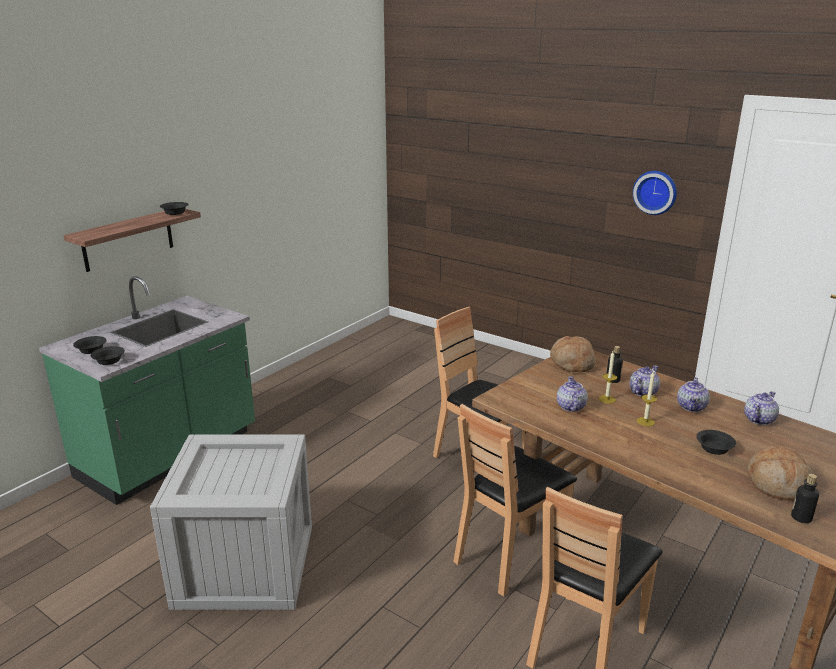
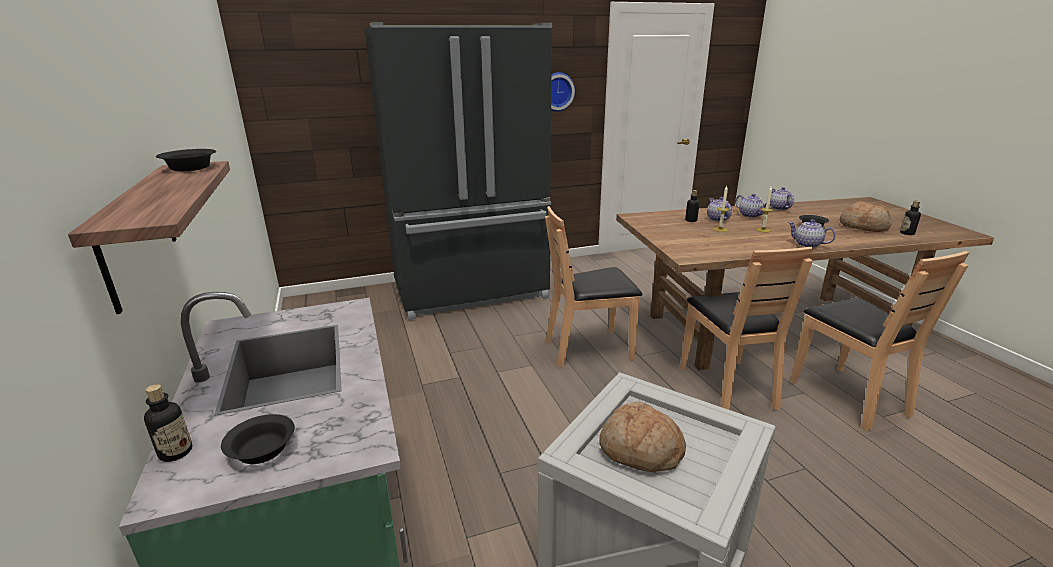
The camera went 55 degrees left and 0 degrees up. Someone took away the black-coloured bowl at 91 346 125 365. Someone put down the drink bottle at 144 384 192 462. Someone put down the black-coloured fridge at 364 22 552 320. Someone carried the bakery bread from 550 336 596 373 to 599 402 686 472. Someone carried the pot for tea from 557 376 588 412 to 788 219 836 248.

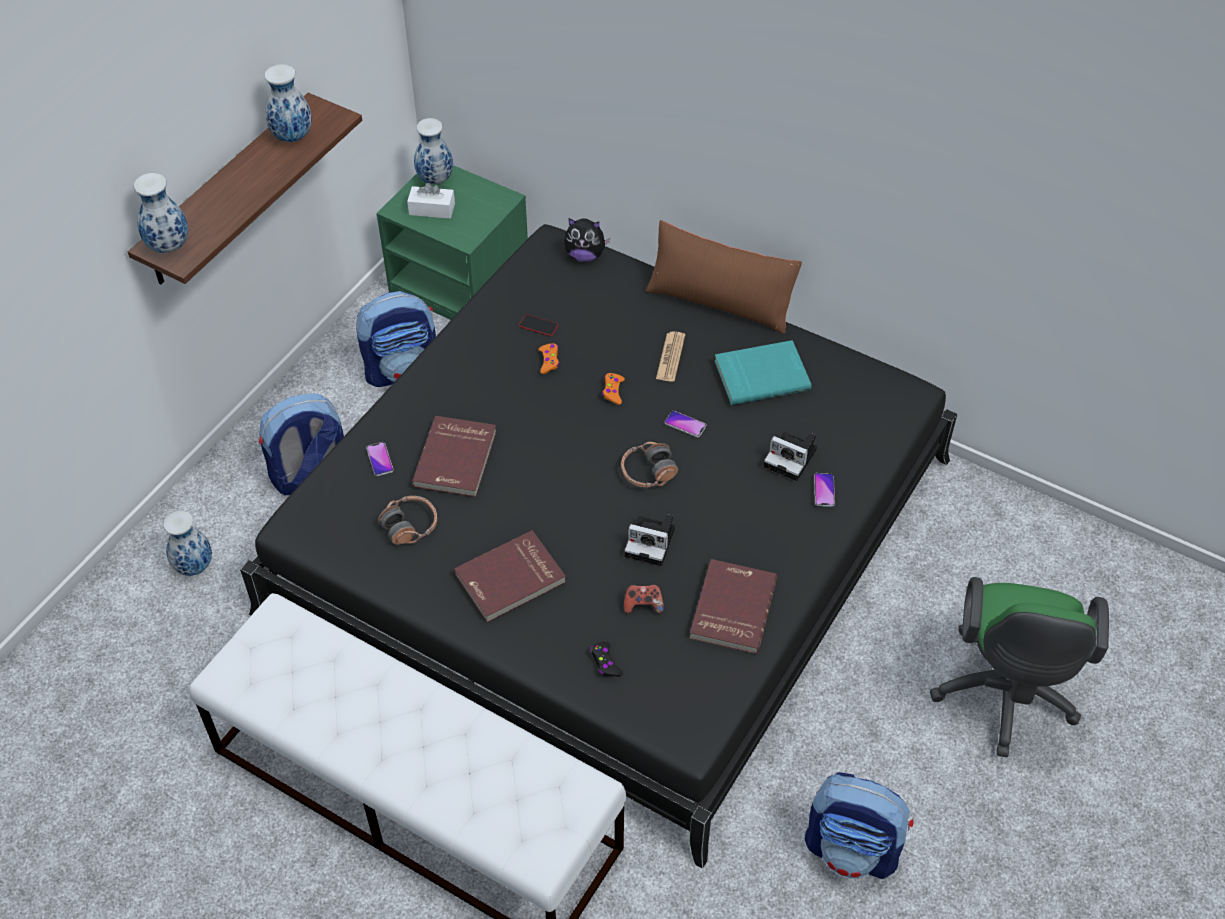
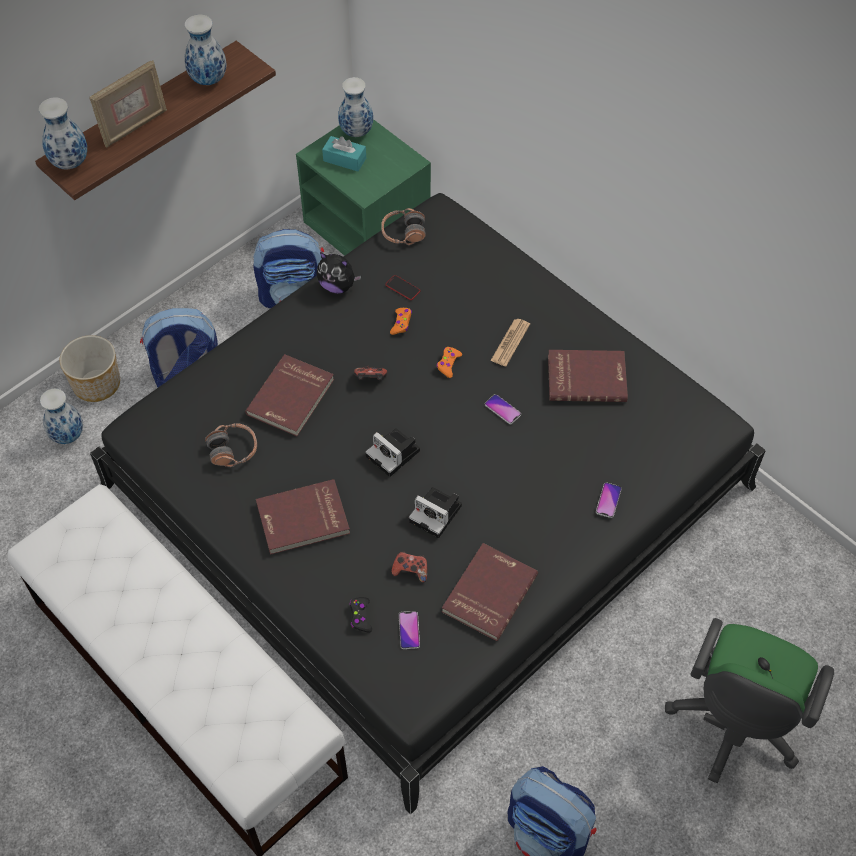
The camera went 15 degrees right and 5 degrees up. Someone took away the brown pillow at 646 220 802 334. Someone put down the plant pot at 59 335 120 402. Someone put down the picture frame at 89 61 167 148. Someone put down the joypad at 354 365 387 380. Someone carried the telephone from 366 442 394 476 to 399 611 420 649. Someone carried the plush toy from 564 218 610 262 to 317 252 361 294. Someone carried the headphones from 621 442 678 488 to 381 208 426 245. Someone carried the still camera from 764 432 817 481 to 365 428 420 477. Someone repainted the white-coloured tissue holder at 407 183 455 219, which became the turquoise-coloured tissue holder at 322 136 366 171. Someone repainted the turquoise-coloured book at 715 340 812 405, which became the reddish book at 548 350 628 402.

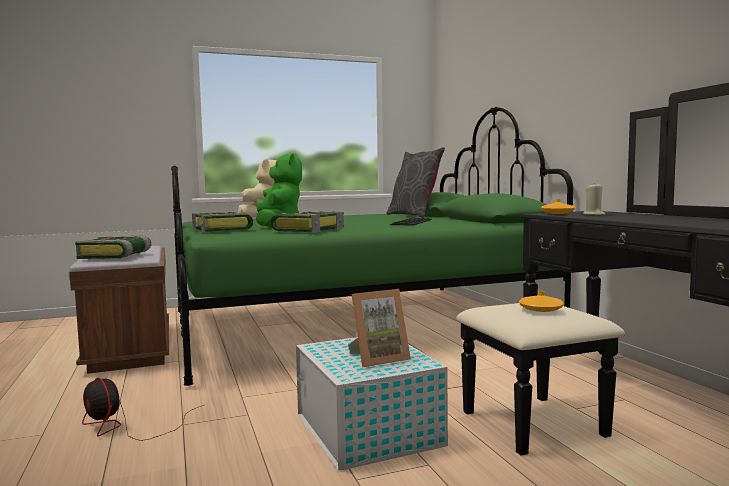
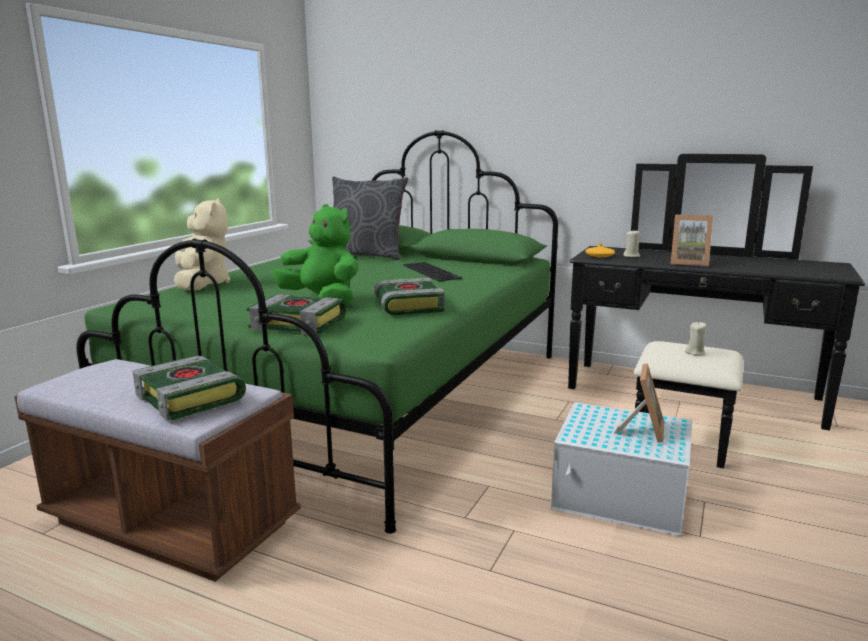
The camera went 45 degrees left and 10 degrees up. Someone took away the cooling fan at 82 378 204 441. Someone put down the picture frame at 671 214 713 266. Someone swapped the orange decorative vase at 519 291 564 312 for the beige wax candle at 685 322 707 355.

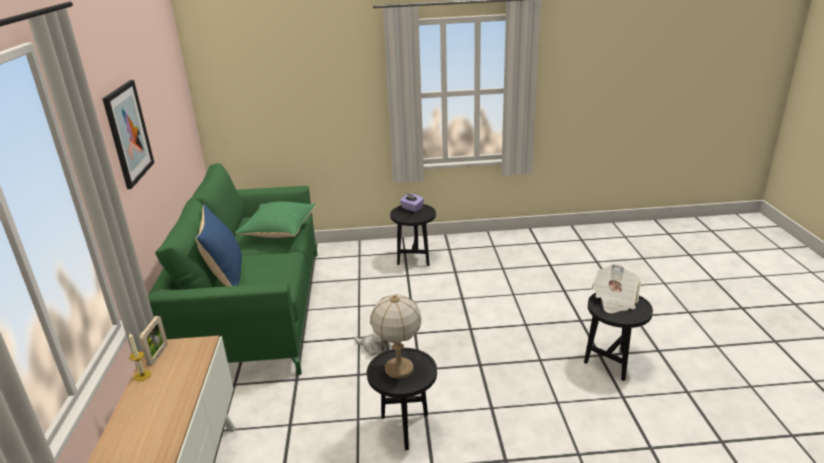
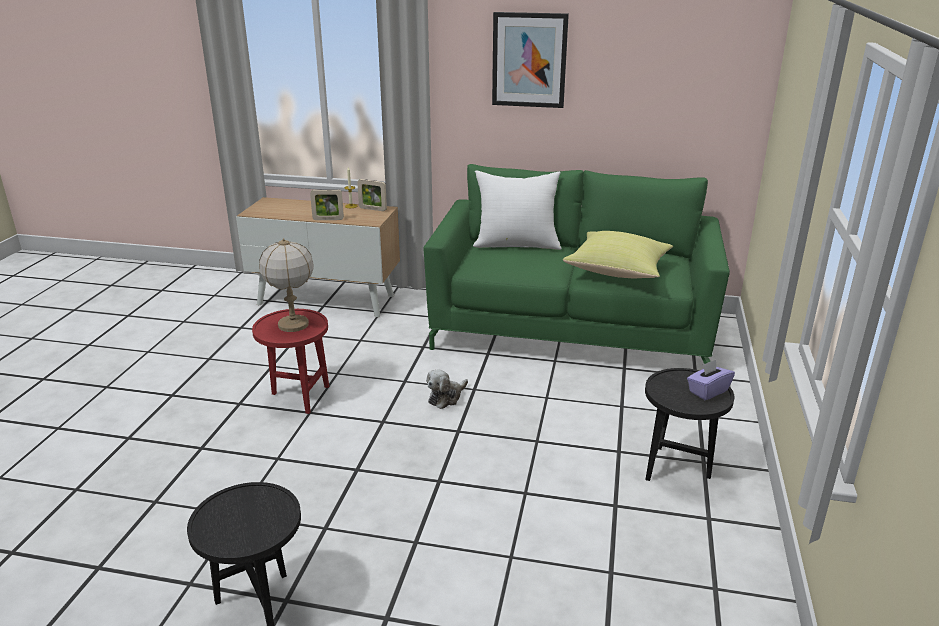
The camera went 105 degrees right and 0 degrees up. Someone took away the daily paper at 592 264 641 313. Someone put down the picture frame at 310 189 344 220. Someone repainted the blue pillow at 196 204 242 286, which became the white-coloured pillow at 473 170 562 250. Someone repainted the greenish pillow at 235 201 316 238, which became the yellow-coloured pillow at 563 231 673 278. Someone repainted the black-coloured side table at 367 348 437 450, which became the reddish side table at 252 309 329 414.

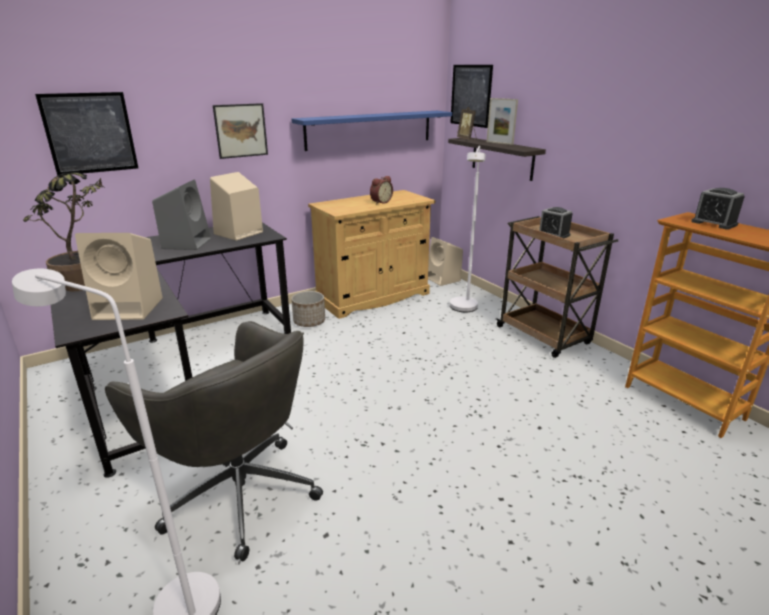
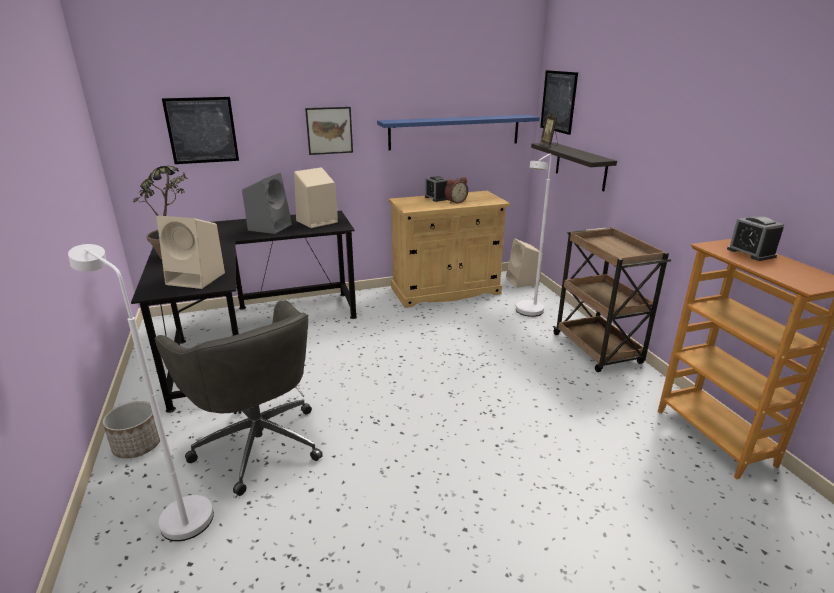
The camera went 15 degrees right and 0 degrees up. Someone took away the picture frame at 486 98 518 145. Someone carried the plant pot from 291 291 325 327 to 103 401 160 459. Someone carried the table clock from 539 207 573 238 to 425 176 448 202.

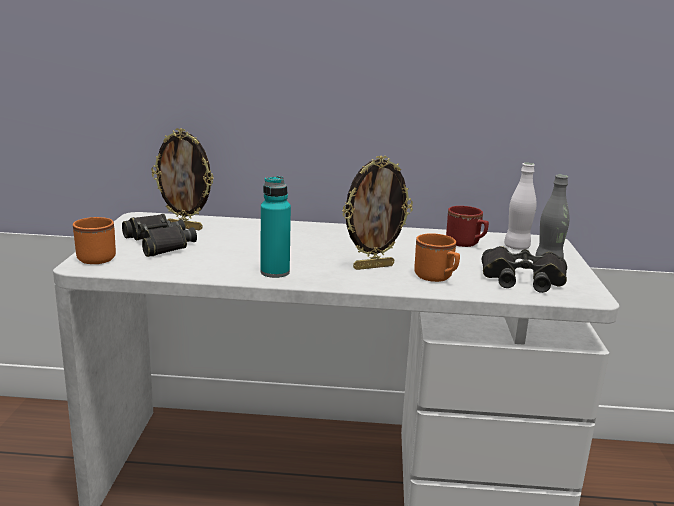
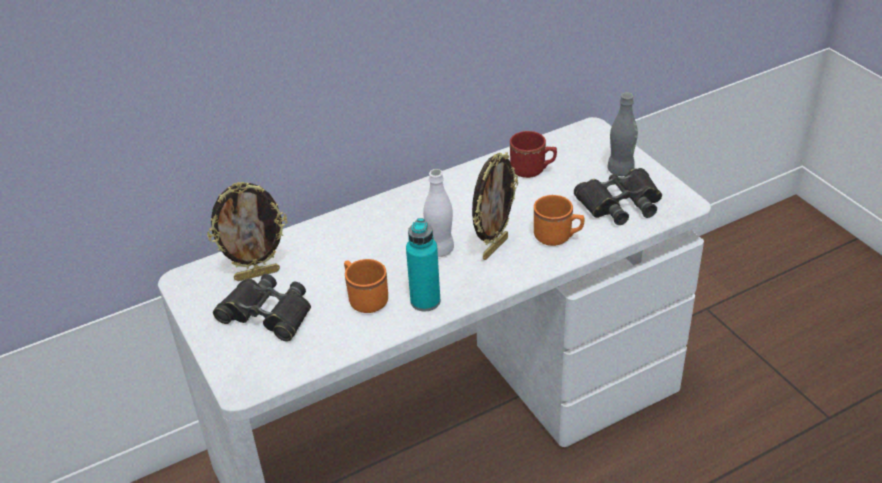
The camera went 30 degrees left and 20 degrees up. Someone carried the orange mug from 73 217 116 264 to 344 259 388 313. Someone carried the white-coloured drink bottle from 504 163 536 250 to 423 169 454 257.

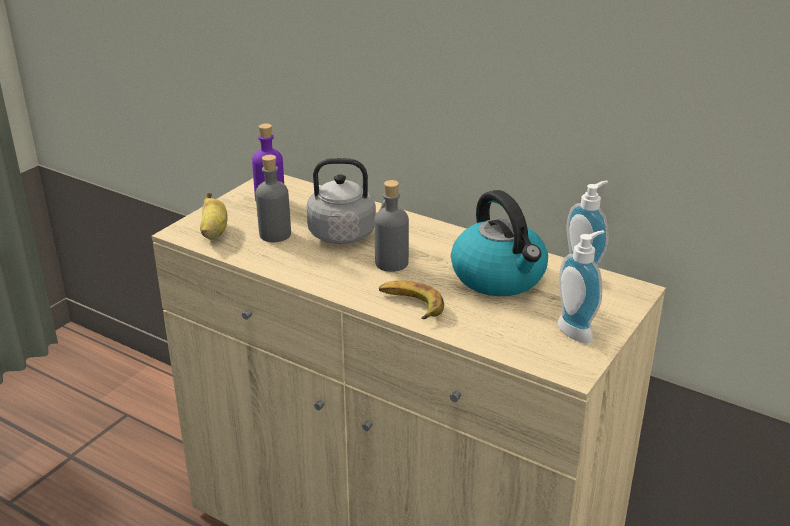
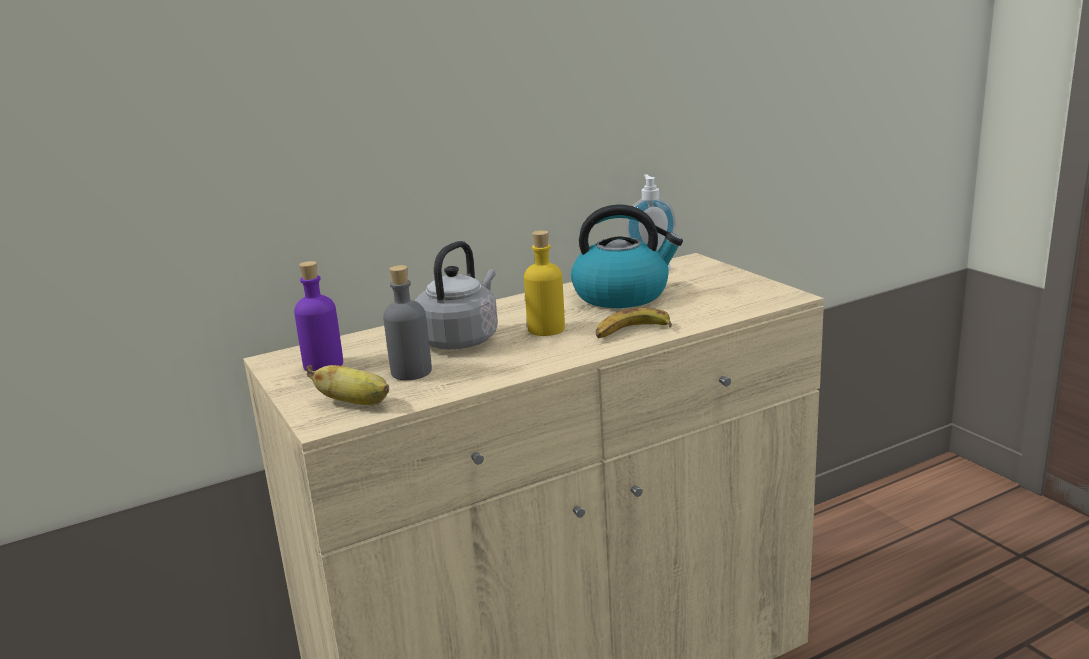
The camera went 60 degrees left and 10 degrees down. Someone took away the soap bottle at 557 230 605 343. Someone repainted the gray drink bottle at 374 180 409 272, which became the yellow-coloured drink bottle at 524 230 565 336.

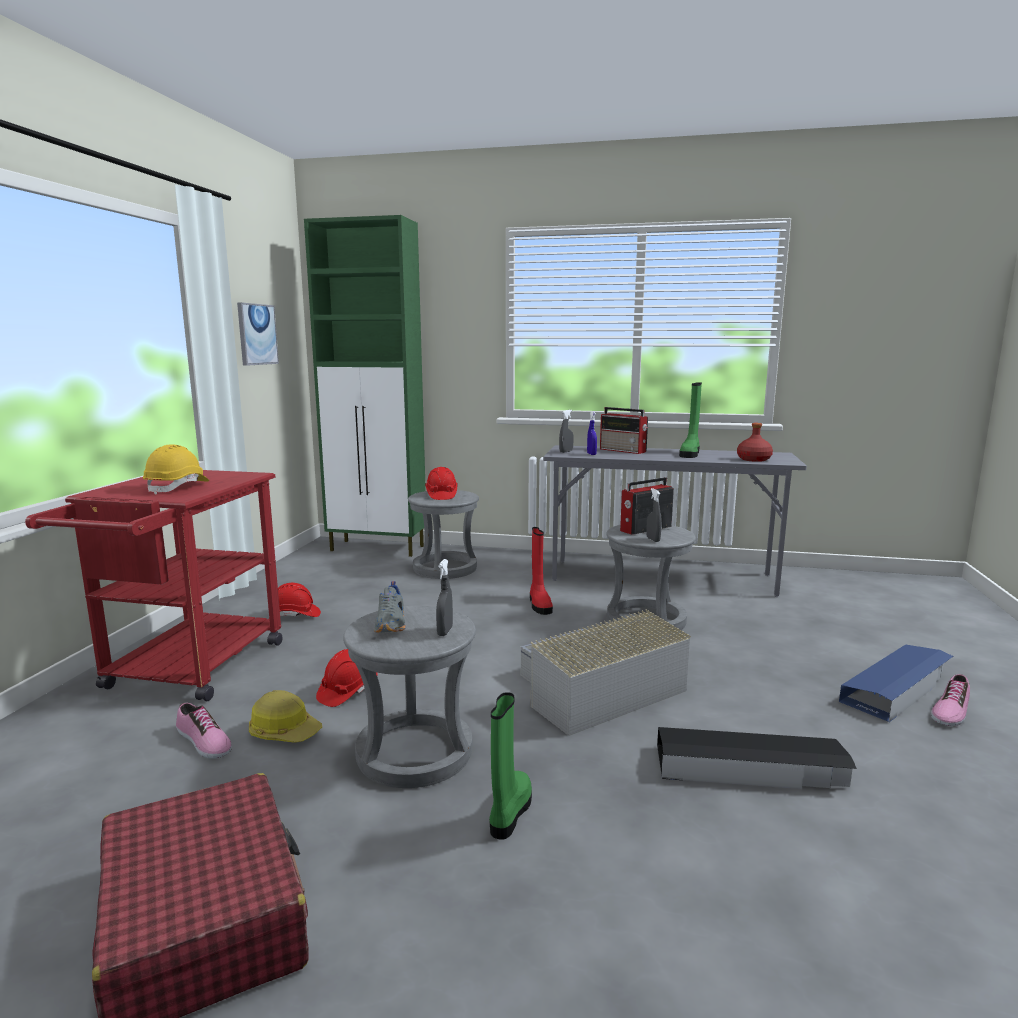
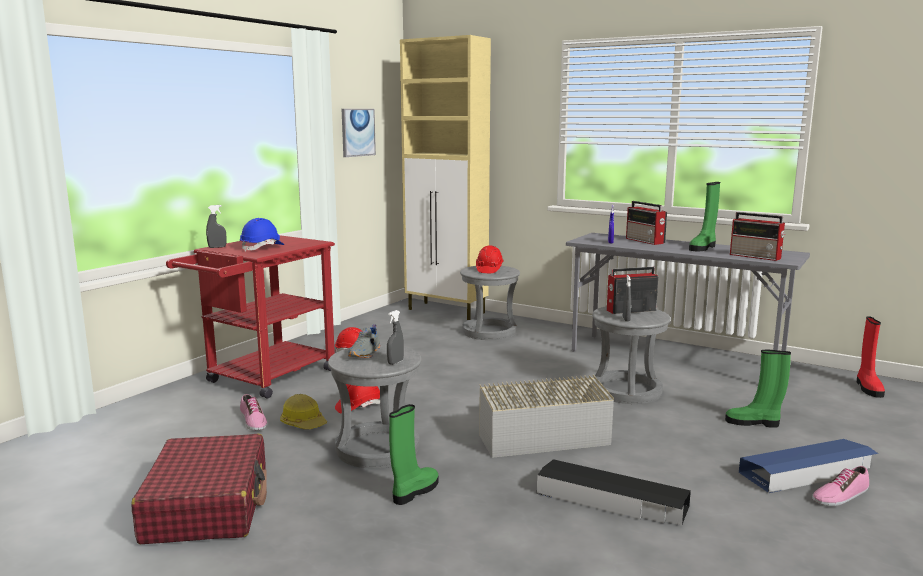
The camera went 20 degrees right and 0 degrees up. Someone put down the greenish high-top boot at 725 350 791 428. Someone carried the reddish high-top boot from 530 527 553 615 to 857 316 885 398. Someone carried the gray sprayer from 559 410 574 453 to 206 205 227 248. Someone swapped the reddish drink bottle at 737 423 773 462 for the radio receiver at 730 212 785 261. Someone repainted the yellow-coloured hard hat at 143 445 209 495, which became the blue hard hat at 240 218 285 252. Someone repainted the greenish storage cabinet at 304 215 426 557, which became the beige storage cabinet at 400 35 491 320.

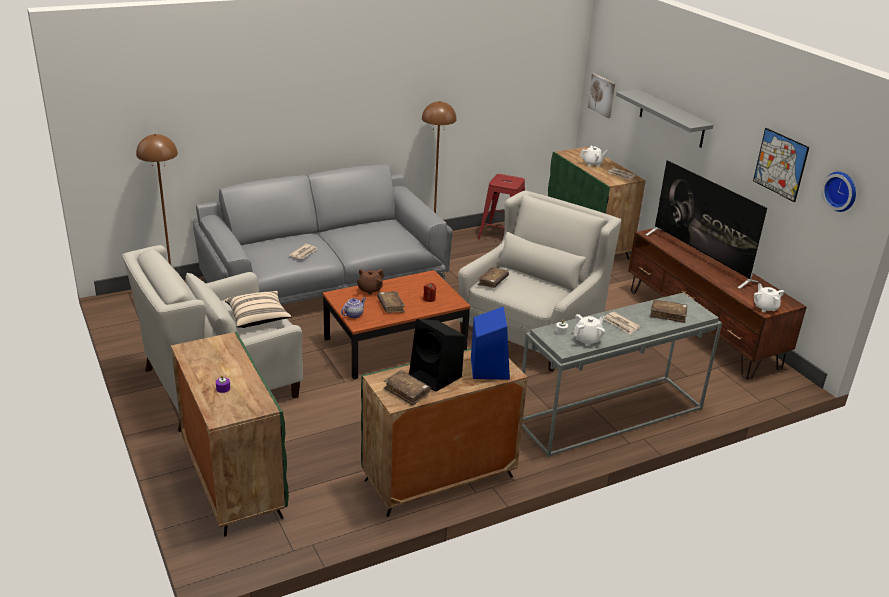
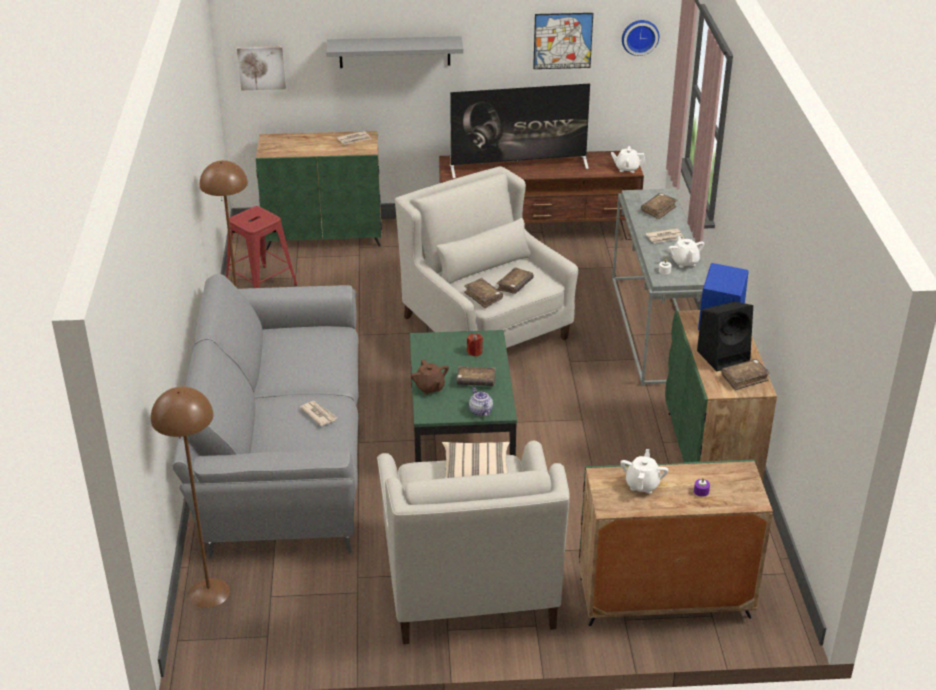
The camera went 65 degrees left and 5 degrees up. Someone put down the brown book at 496 267 534 294. Someone carried the white-coloured pot for tea from 580 146 608 166 to 620 449 668 494. Someone repainted the brown low table at 323 270 470 379, which became the greenish low table at 410 330 517 462.

